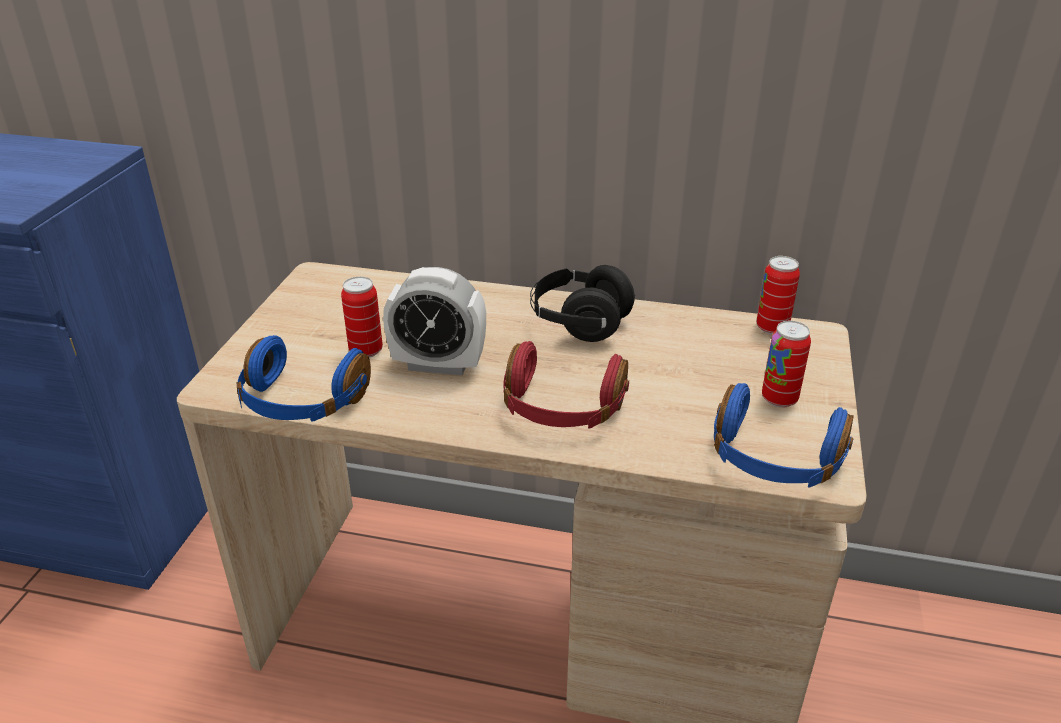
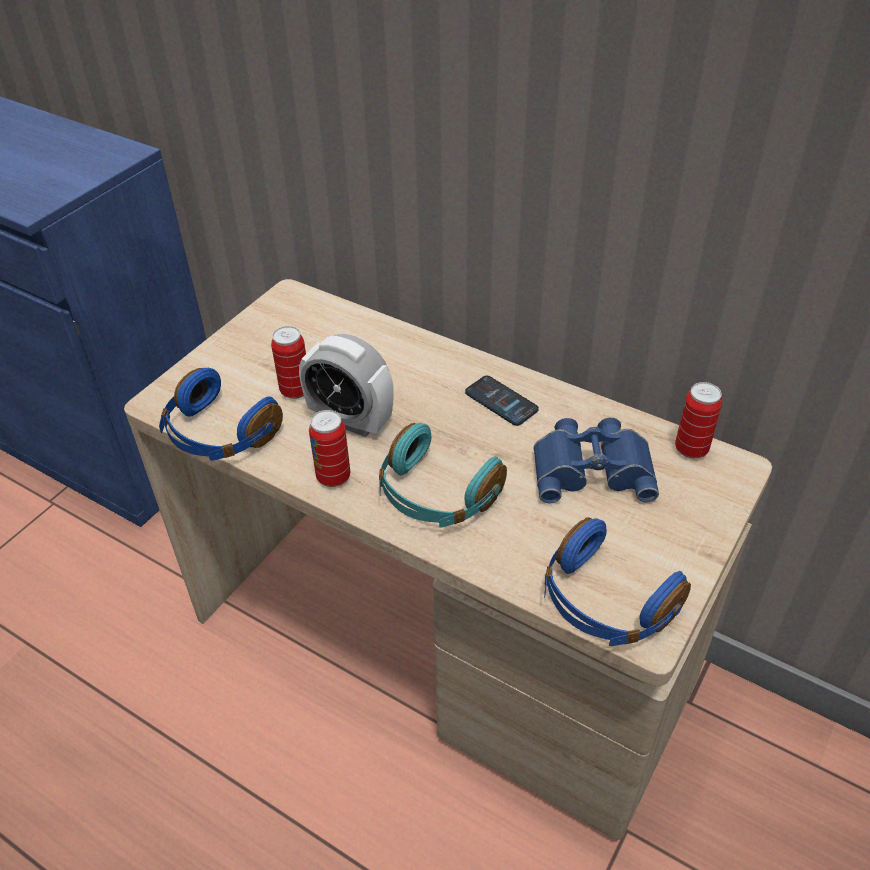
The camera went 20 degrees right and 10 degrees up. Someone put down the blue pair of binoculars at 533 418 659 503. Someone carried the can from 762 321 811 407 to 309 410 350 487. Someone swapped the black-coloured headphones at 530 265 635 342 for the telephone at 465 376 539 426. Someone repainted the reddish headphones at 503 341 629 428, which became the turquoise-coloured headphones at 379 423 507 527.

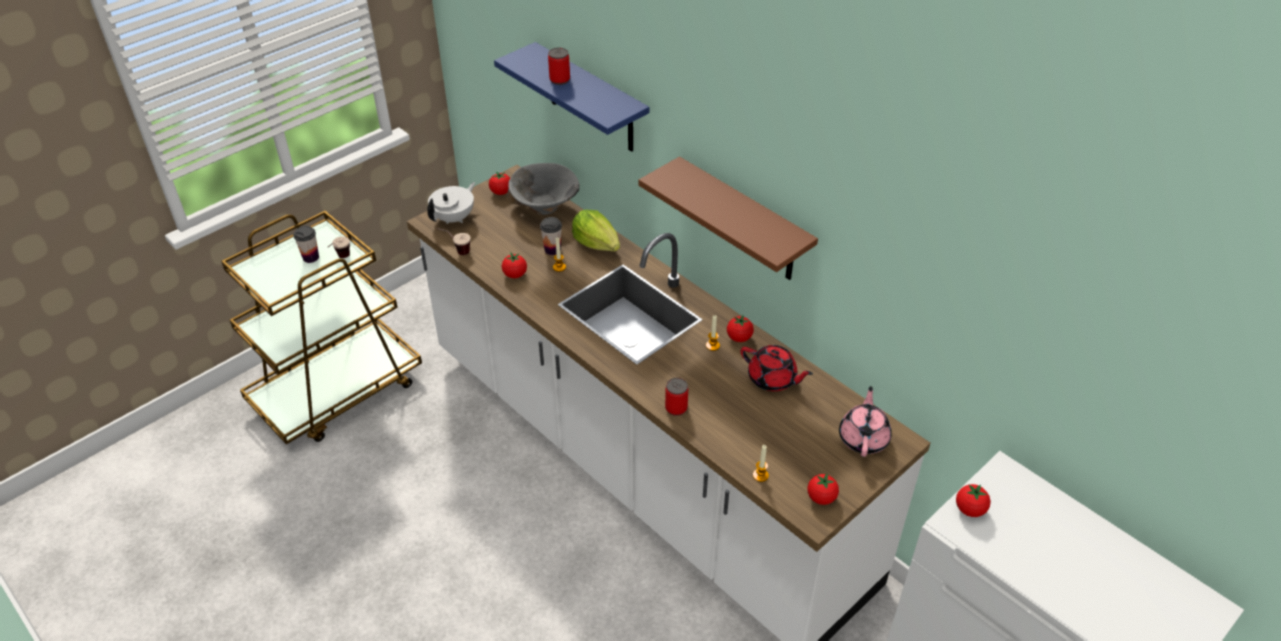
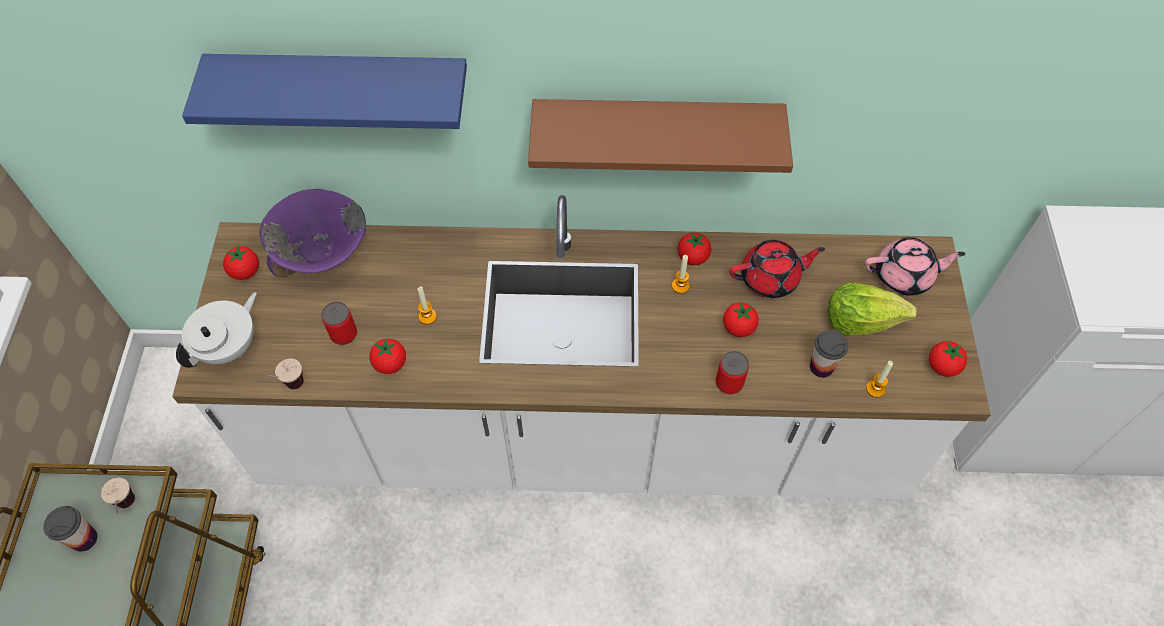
The camera went 45 degrees left and 15 degrees up. Someone carried the cup from 540 217 562 255 to 810 330 848 378. Someone carried the can from 548 48 570 85 to 321 302 357 345. Someone carried the head of lettuce from 572 210 620 251 to 828 282 917 335. Someone carried the fresh tomato from 956 484 991 517 to 723 302 759 337. Someone repainted the gray bowl at 507 163 579 215, which became the purple-coloured bowl at 259 189 366 277. Someone rotated the white-coloured pot for tea at 427 182 475 224 by 45 degrees clockwise. Someone rotated the pinkish pot for tea at 839 386 892 457 by 120 degrees clockwise.

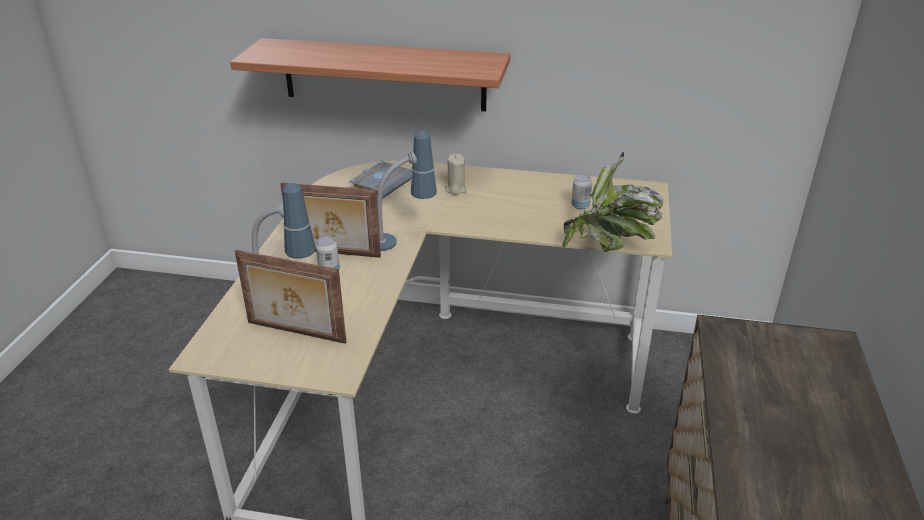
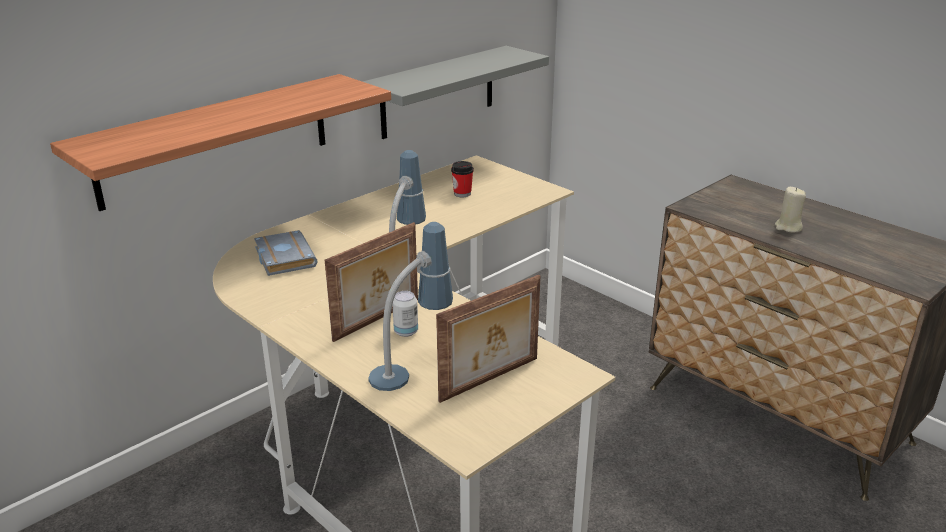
The camera went 55 degrees left and 5 degrees down. Someone took away the houseplant at 562 151 664 252. Someone put up the gray shelf at 363 46 549 139. Someone carried the beige wax candle from 445 154 467 195 to 775 187 806 232. Someone swapped the can at 571 175 592 209 for the cup at 451 161 474 197.

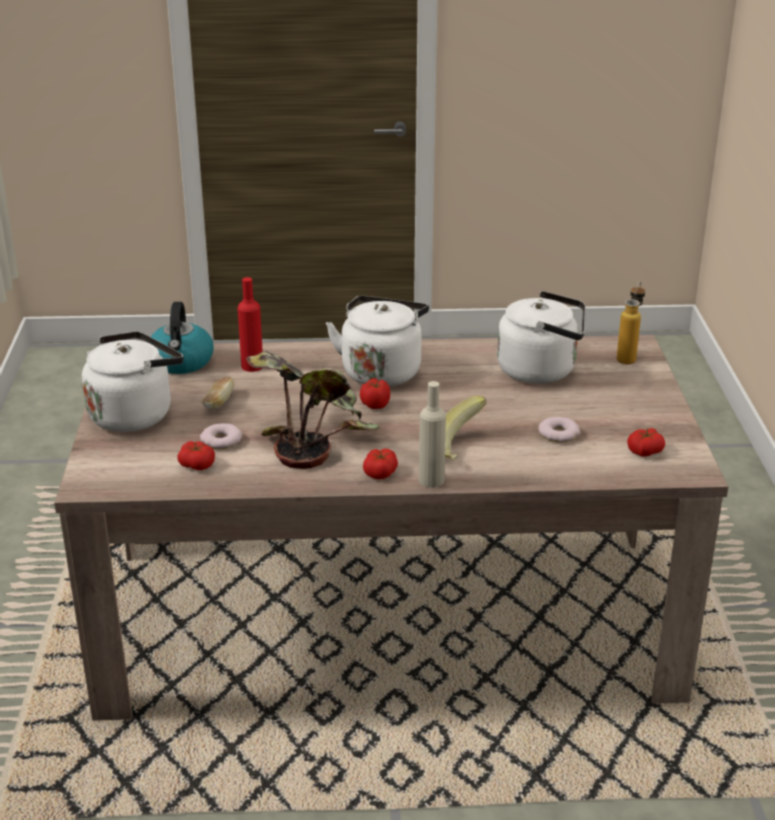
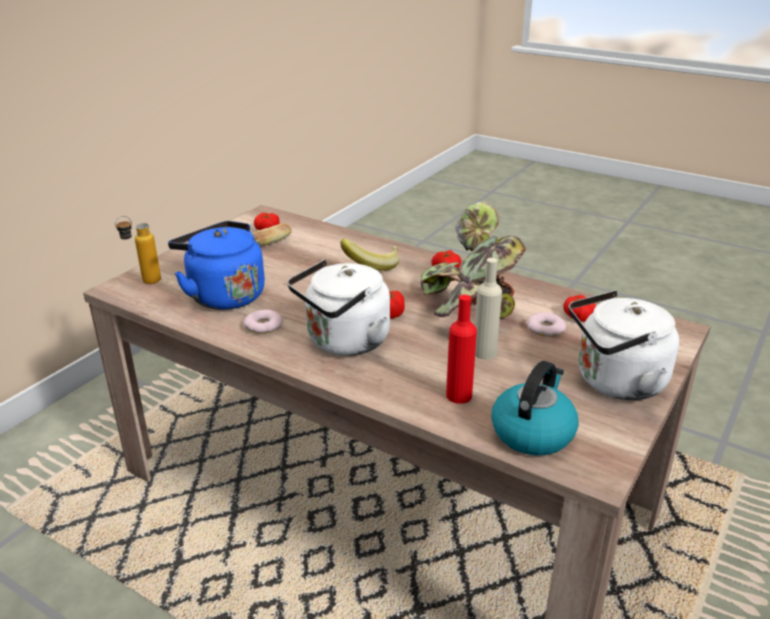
The camera went 145 degrees left and 0 degrees up. Someone carried the bakery bread from 202 377 234 409 to 253 223 292 246. Someone carried the beige drink bottle from 419 381 446 488 to 475 258 502 360. Someone carried the donut from 538 417 580 443 to 243 310 283 334. Someone repainted the white-coloured tea kettle at 497 291 586 384, which became the blue tea kettle at 168 221 265 310.

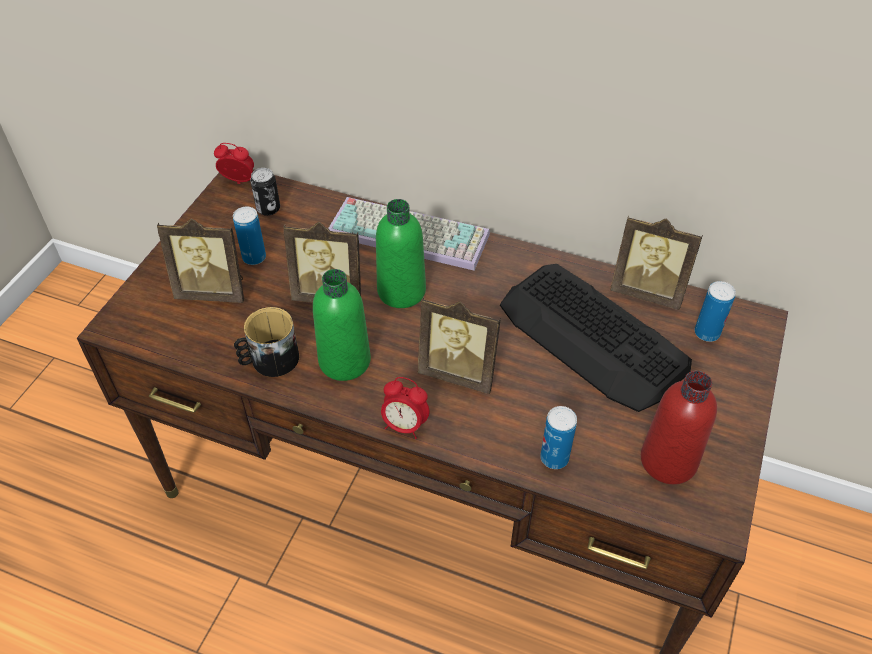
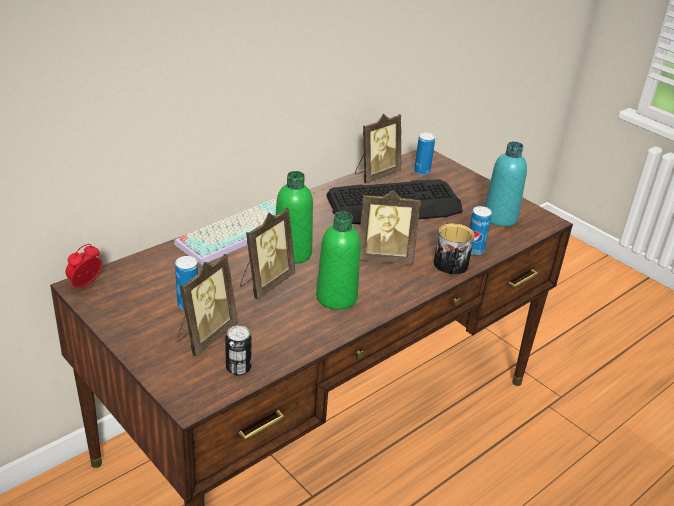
The camera went 65 degrees left and 15 degrees down. Someone took away the table clock at 381 377 429 439. Someone carried the mug from 234 307 299 377 to 434 223 474 275. Someone carried the can from 250 168 280 216 to 225 326 252 375. Someone repainted the reddish drink bottle at 641 371 717 485, which became the turquoise-coloured drink bottle at 484 142 527 227. Someone rotated the picture frame at 418 297 501 394 by 45 degrees clockwise.

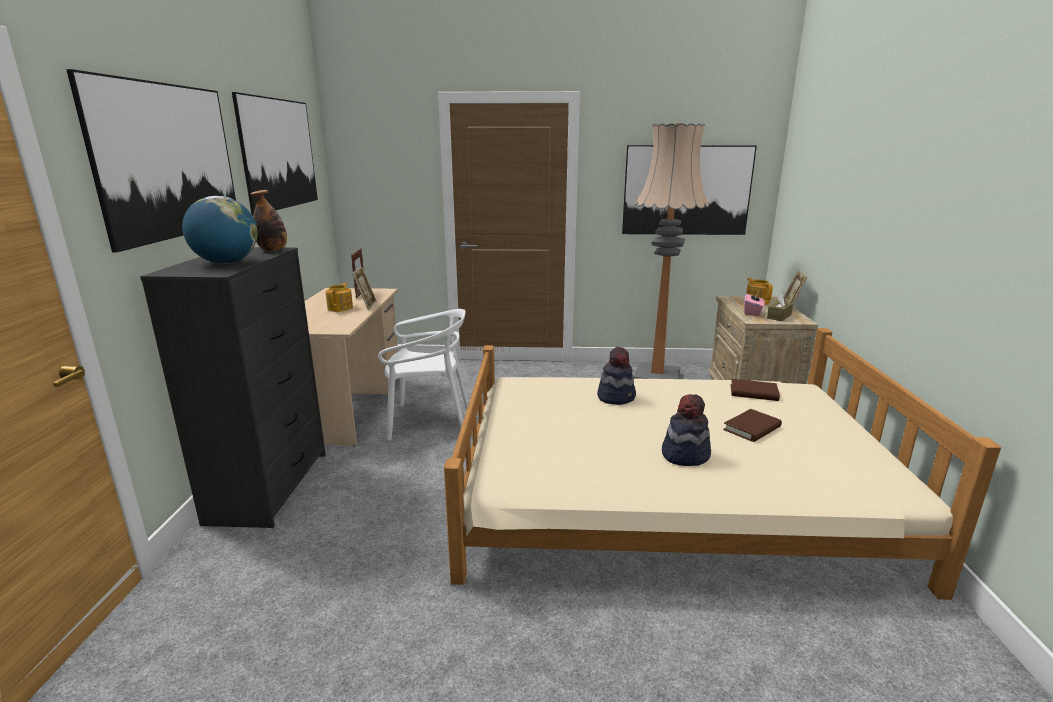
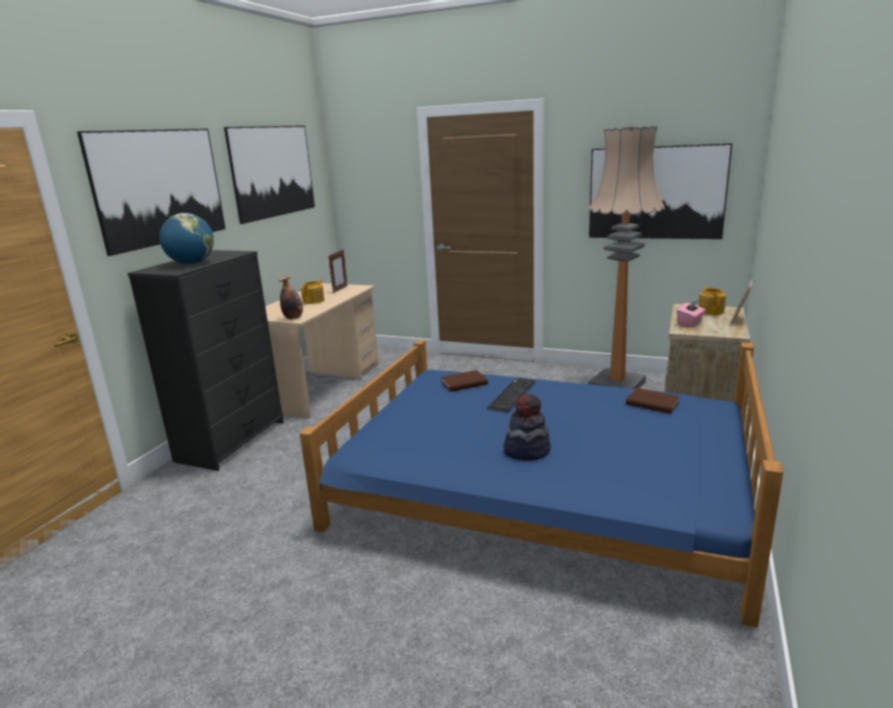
The camera went 20 degrees right and 0 degrees up. Someone took away the picture frame at 352 267 376 310. Someone took away the white-coloured upright chair at 378 309 469 441. Someone took away the brown tissue holder at 767 293 793 321. Someone carried the drink bottle from 250 190 287 252 to 279 276 303 319. Someone carried the brown book from 723 409 782 442 to 441 370 488 392. Someone swapped the clothing hat at 597 347 636 405 for the computer keyboard at 487 378 535 413. Someone repainted the beige bed at 444 328 1001 600, which became the blue bed at 300 340 783 628.

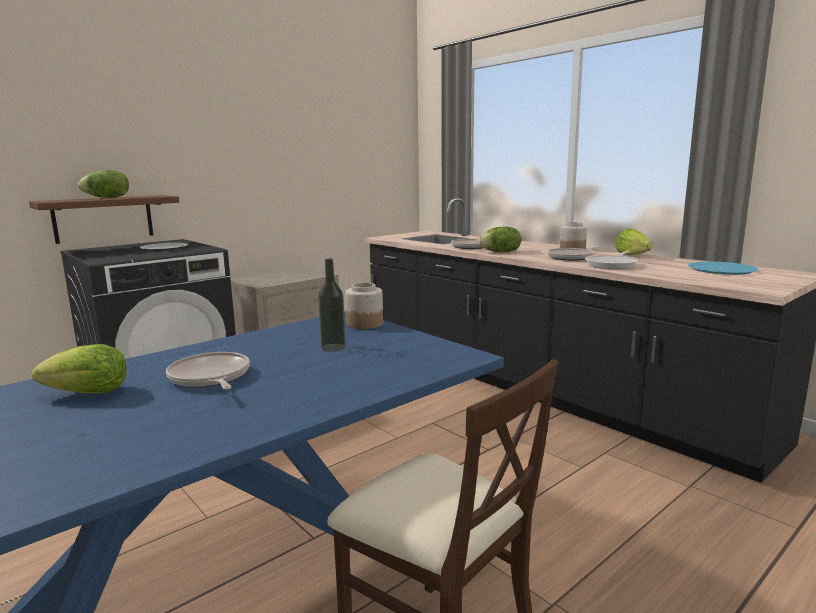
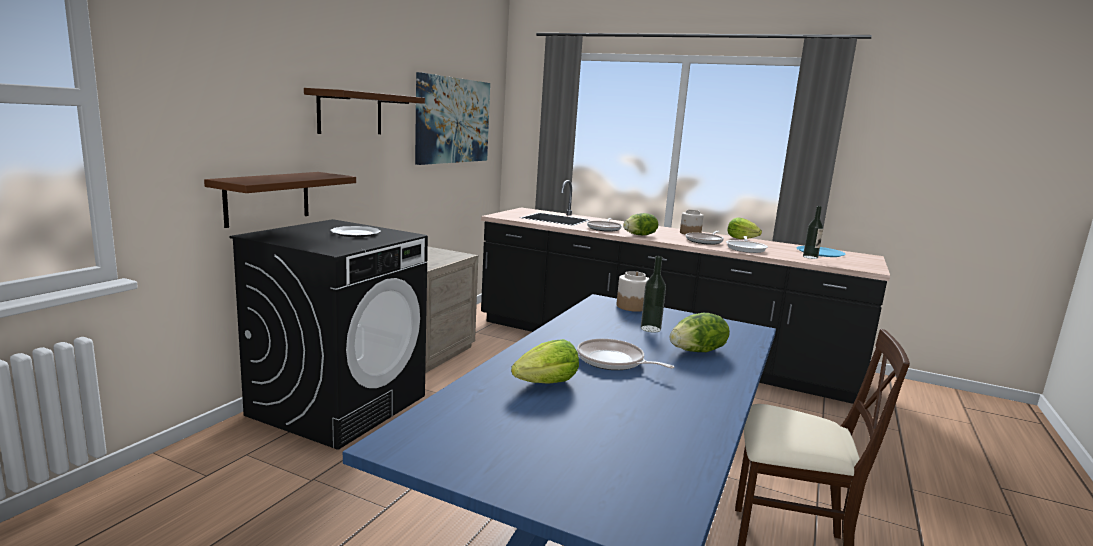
The camera went 25 degrees left and 0 degrees up. Someone put up the brown shelf at 304 88 425 134. Someone put up the picture at 415 72 490 165. Someone put down the drink bottle at 803 206 823 259. Someone carried the head of lettuce from 78 170 129 198 to 670 313 730 352.

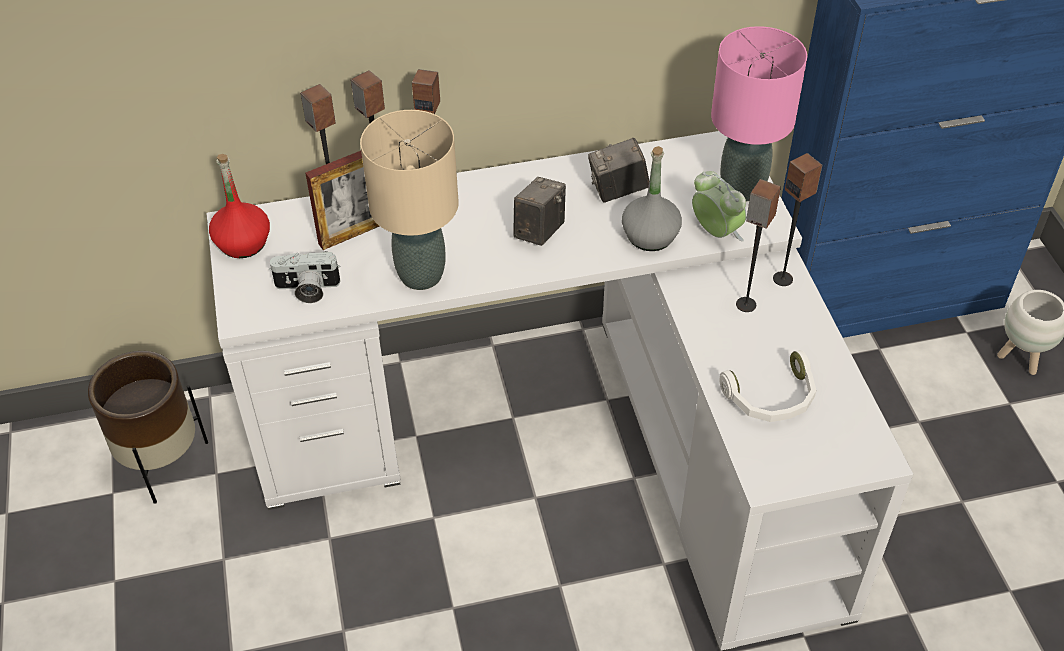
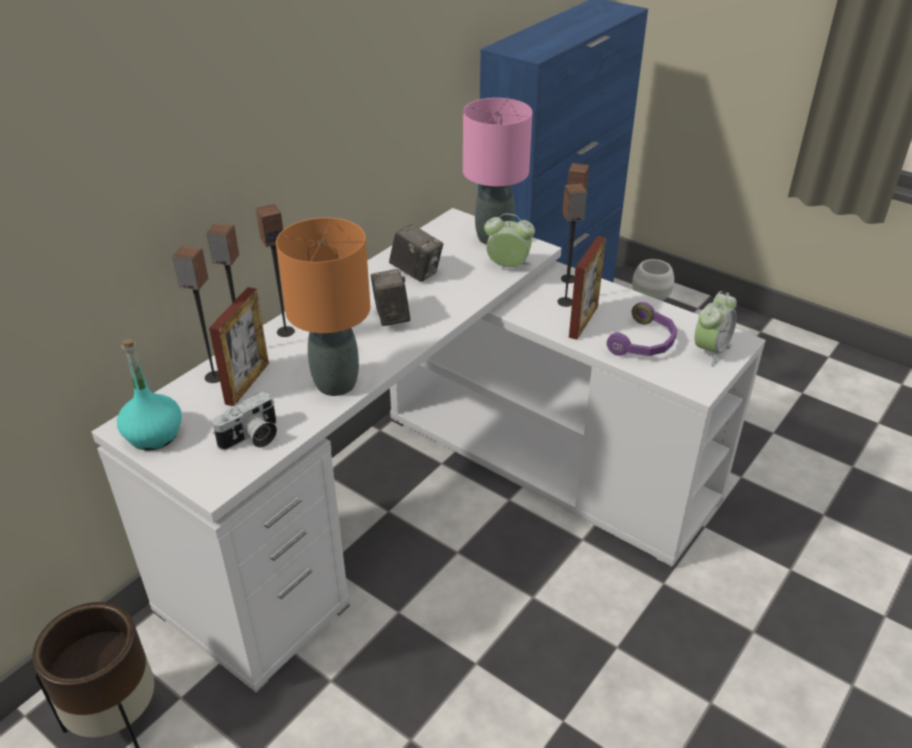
The camera went 40 degrees left and 10 degrees down. Someone took away the gray drink bottle at 622 146 682 251. Someone put down the picture frame at 569 236 606 340. Someone put down the table clock at 694 291 737 367. Someone repainted the reddish drink bottle at 209 154 270 258, which became the turquoise-coloured drink bottle at 117 339 182 450. Someone repainted the beige lamp for a table at 360 110 458 290, which became the orange lamp for a table at 276 217 371 396. Someone repainted the white-coloured headphones at 719 350 816 422, which became the purple-coloured headphones at 607 302 677 356. Someone rotated the still camera at 588 138 649 203 by 90 degrees counterclockwise.

